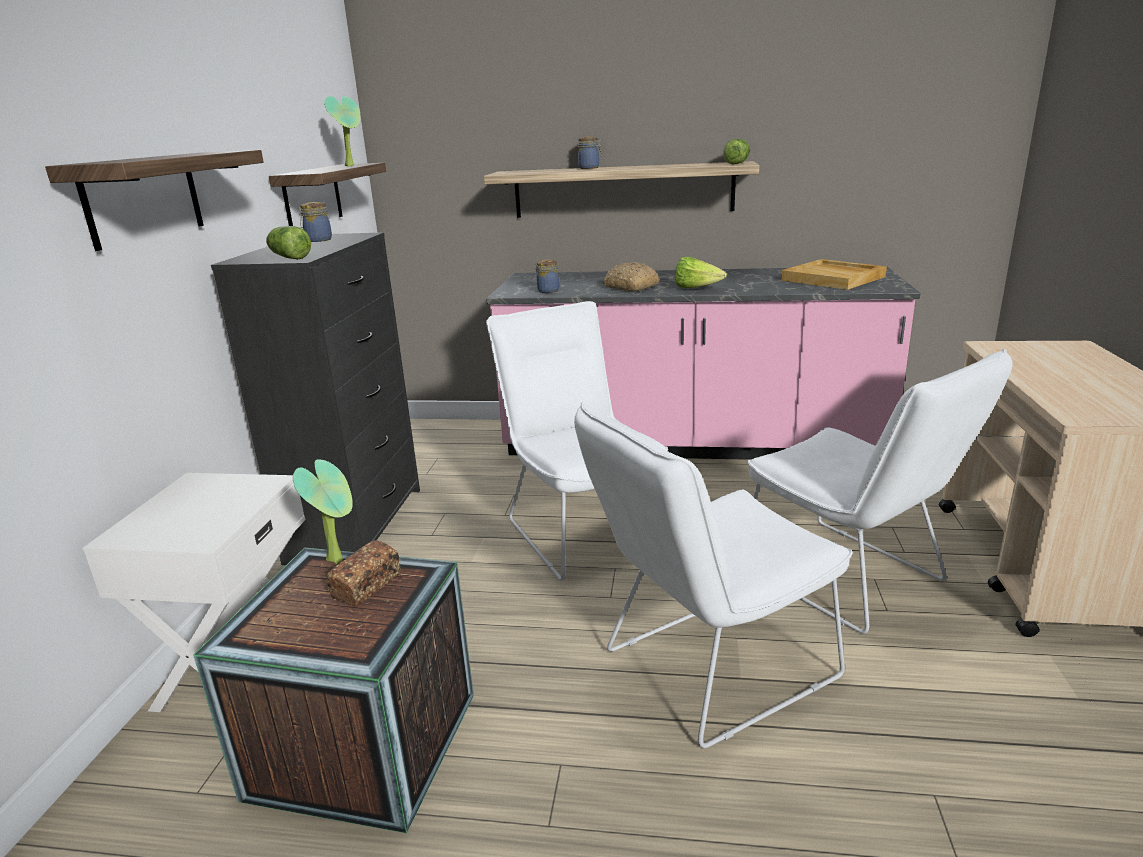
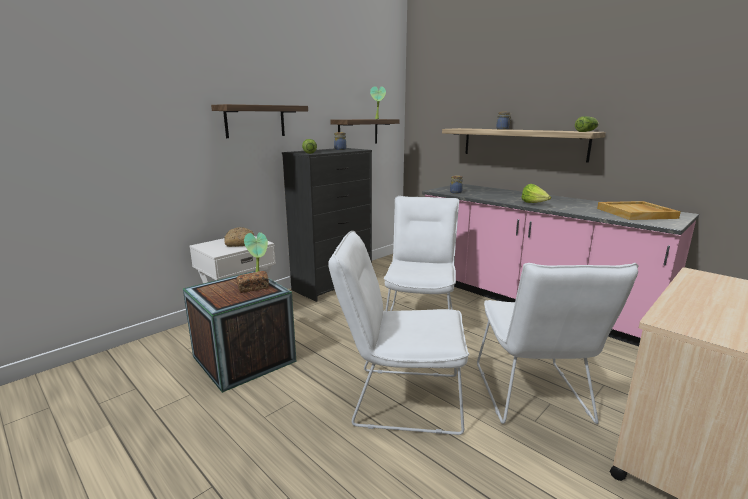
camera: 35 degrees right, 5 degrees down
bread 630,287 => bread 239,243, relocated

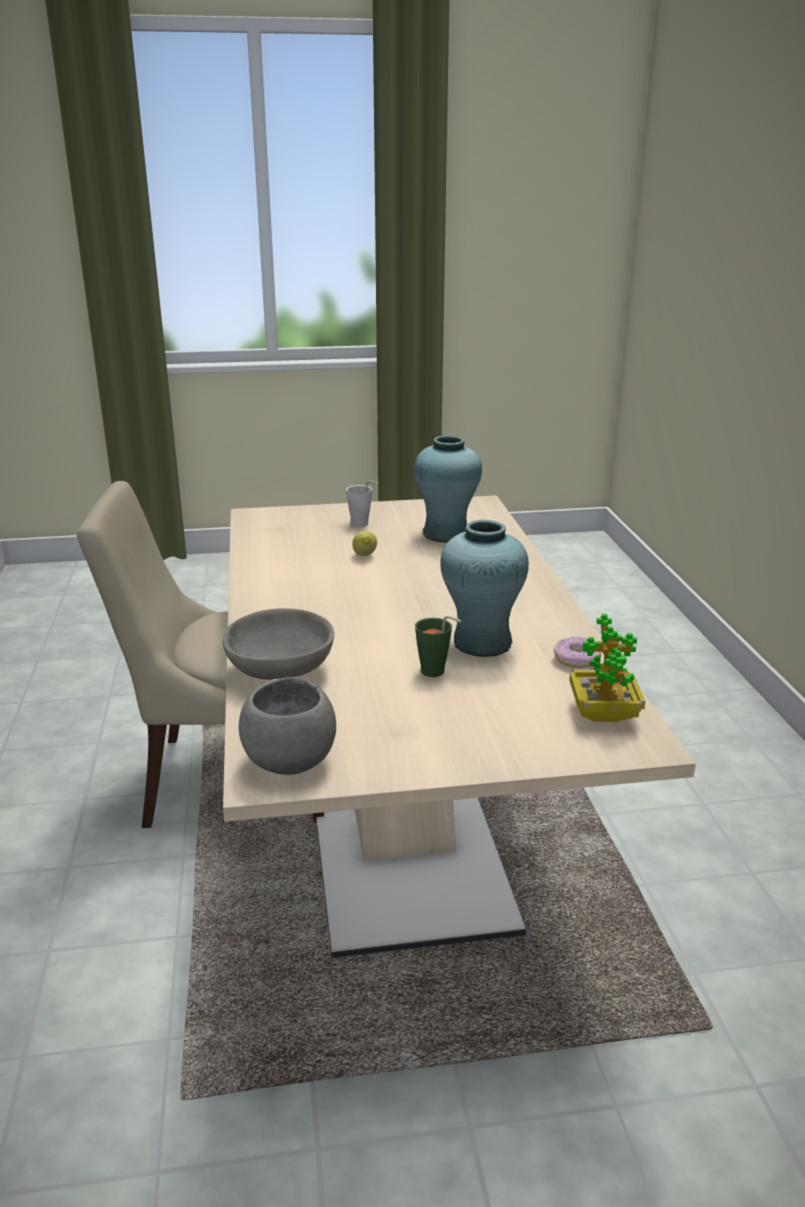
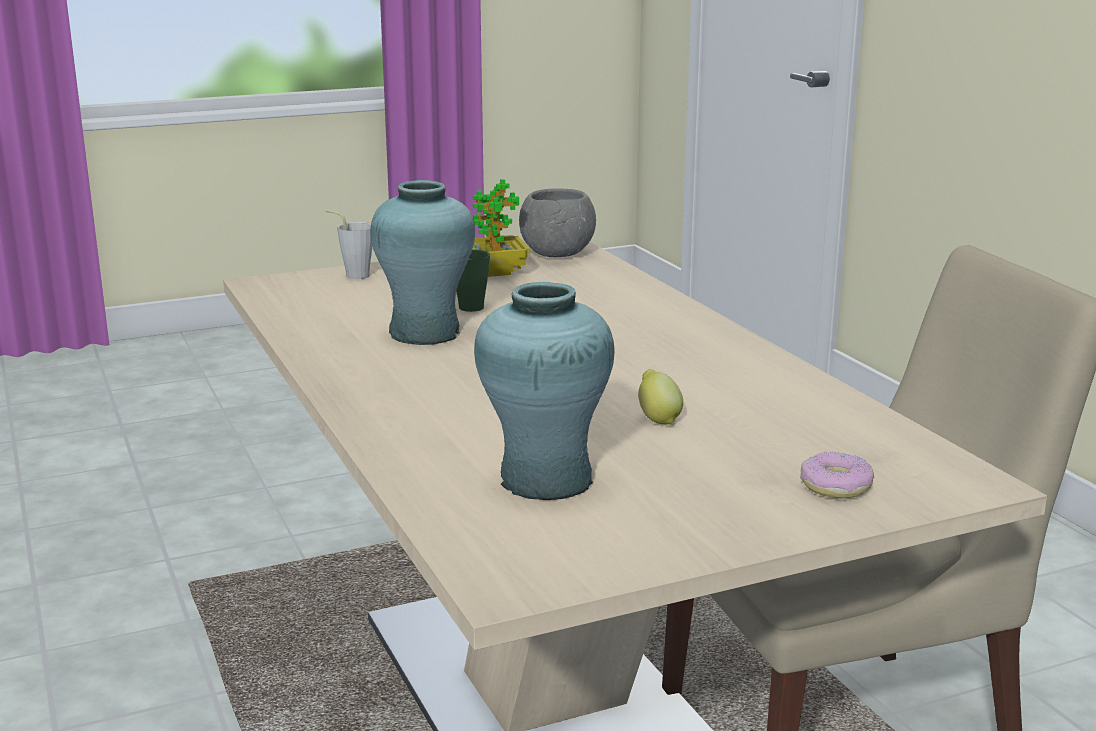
camera: 165 degrees right, 5 degrees down
bowl (grey) 279,671 => nothing
cup (grey) 362,525 => cup (grey) 353,275, relocated
donut 577,659 => donut 835,486, relocated
potted plant 603,714 => potted plant 495,272, relocated

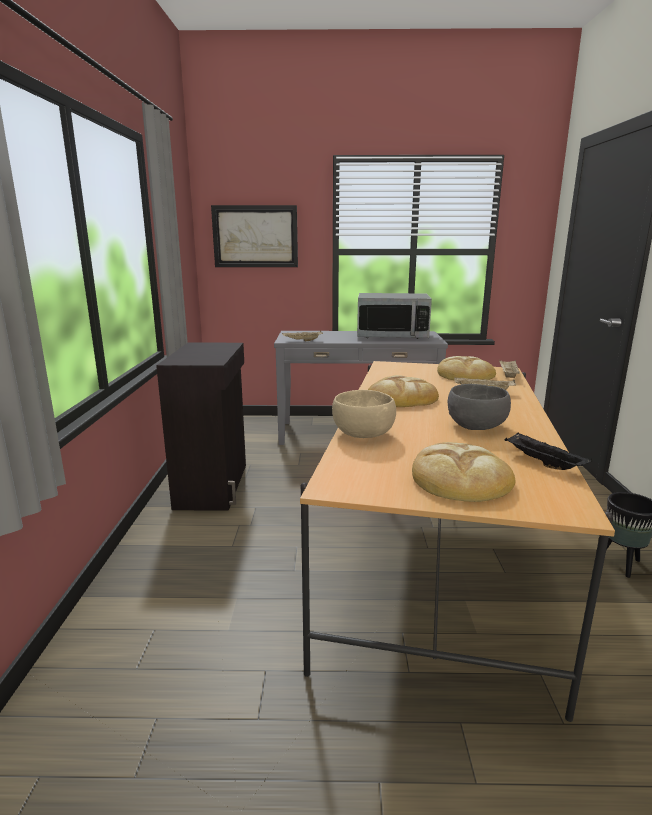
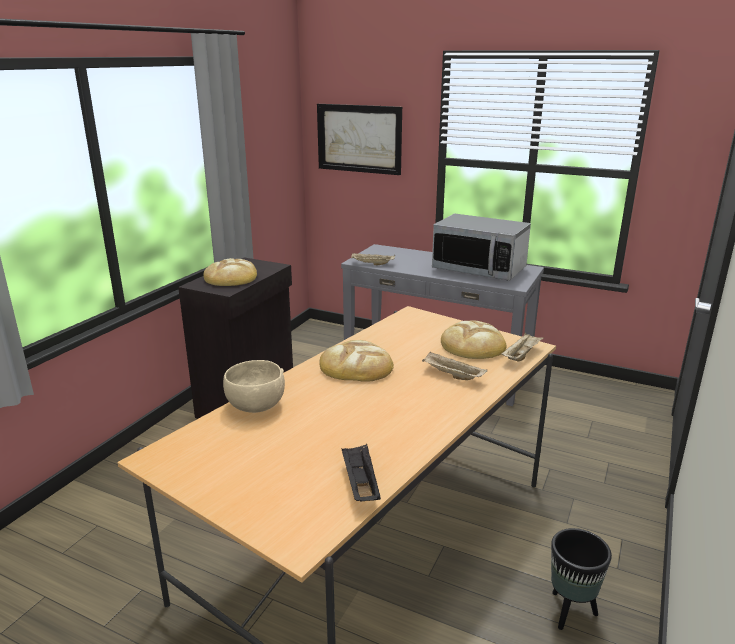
camera: 25 degrees right, 5 degrees up
bread 459,479 => bread 231,277, relocated
bowl (grey) 477,426 => nothing

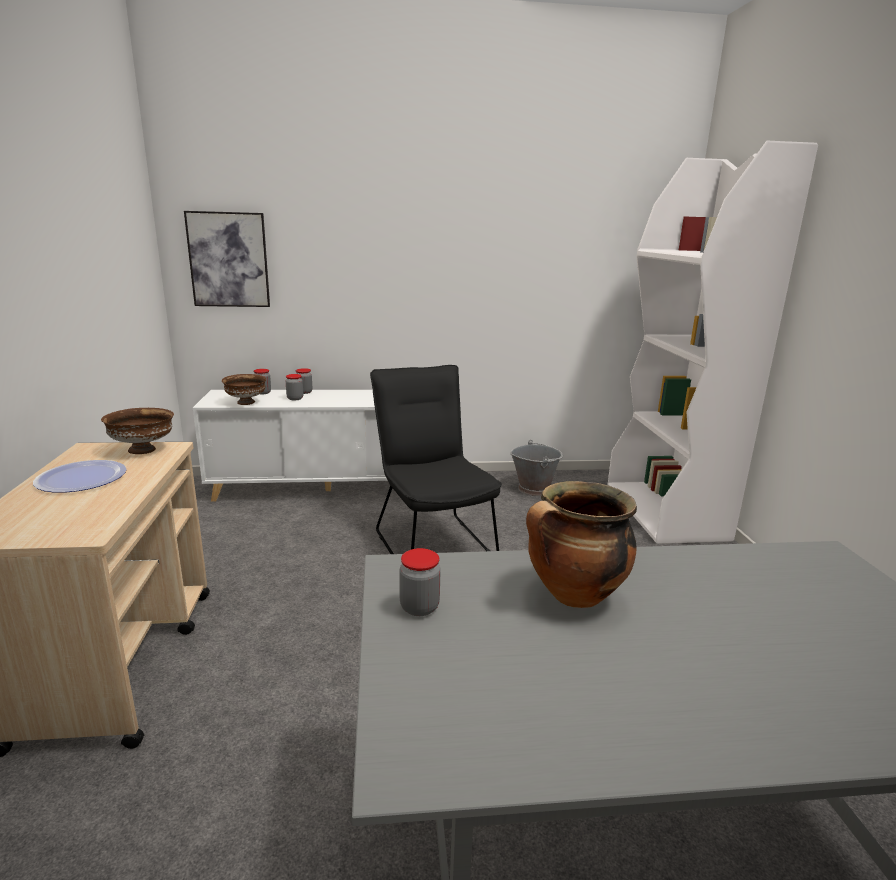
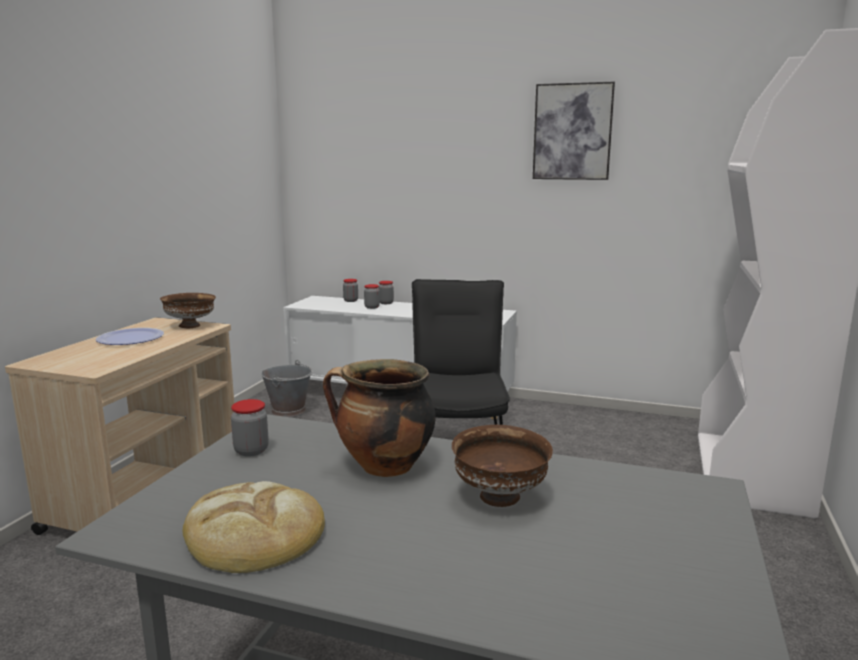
camera: 25 degrees right, 5 degrees down
picture 229,260 => picture 572,132, relocated
bowl (brown) 246,402 => bowl (brown) 501,498, relocated
bucket (grey) 534,489 => bucket (grey) 289,411, relocated
nothing => bread 254,534

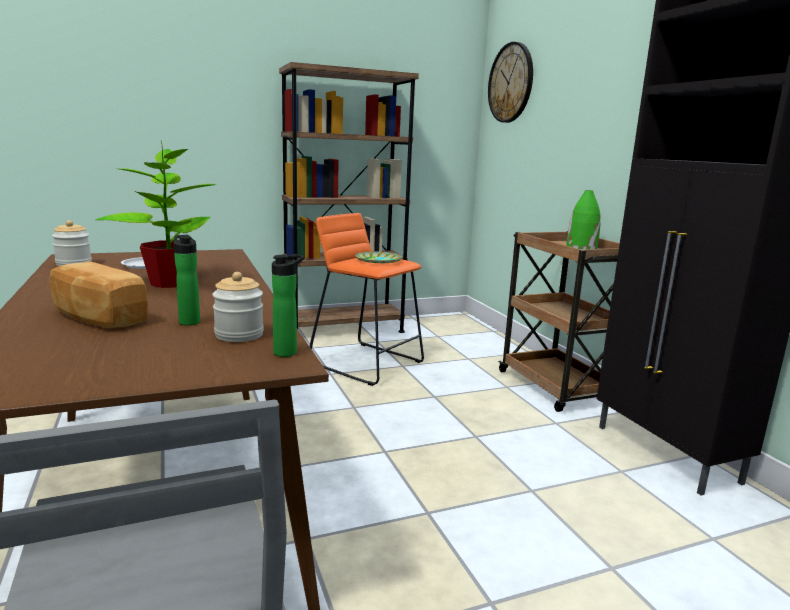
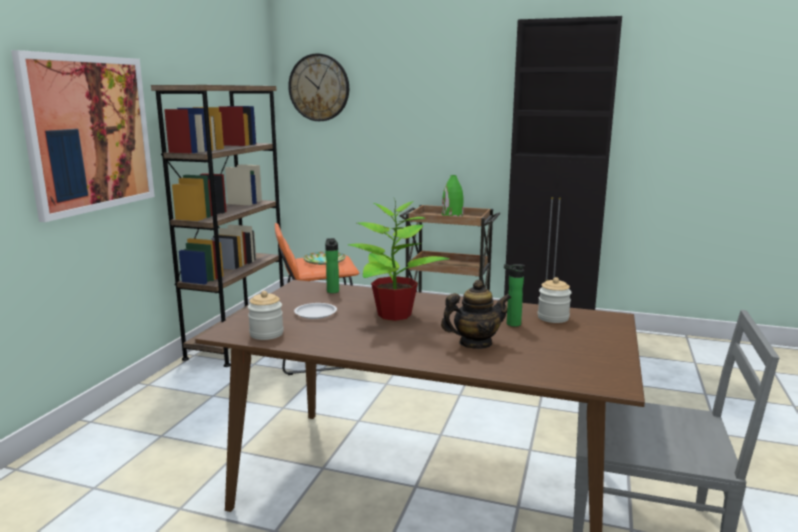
camera: 50 degrees left, 0 degrees up
bread 97,317 => teapot 475,343
bottle 288,352 => bottle 332,291, relocated
nothing => picture 90,134

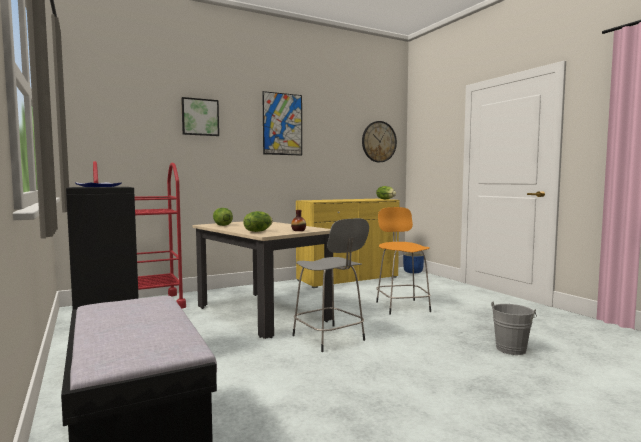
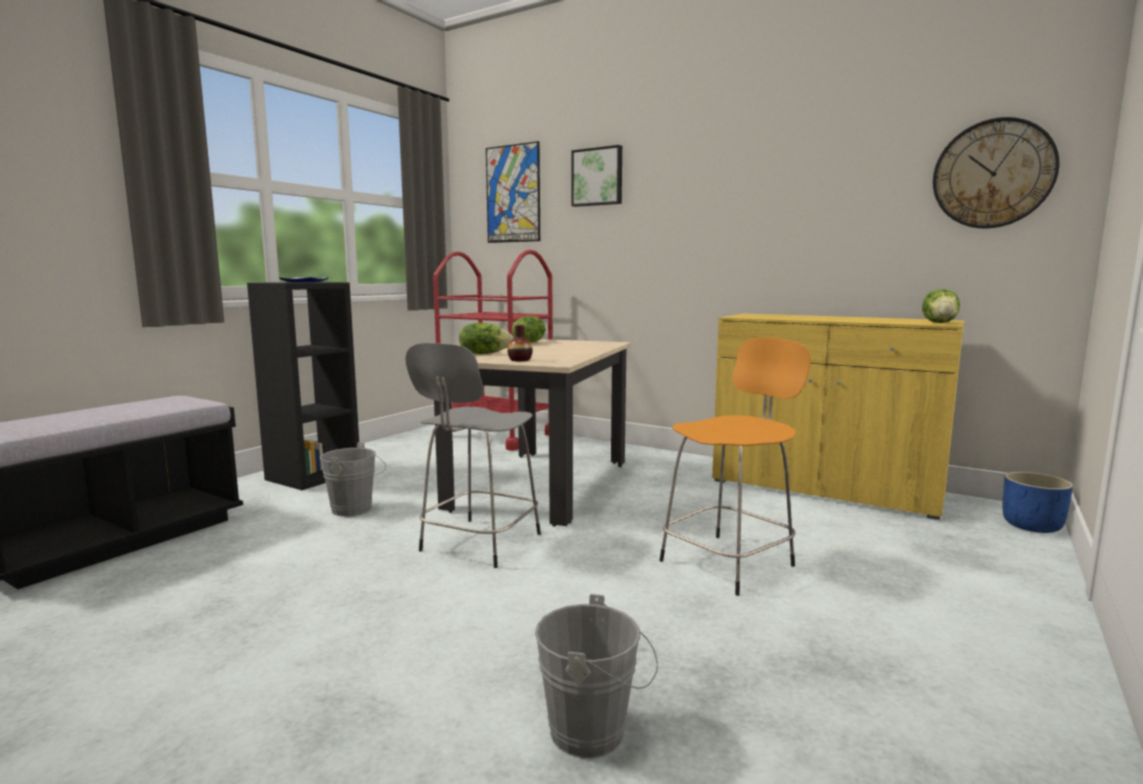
camera: 60 degrees right, 5 degrees up
picture 282,124 => picture 513,194, relocated
nothing => bucket (grey) 356,509

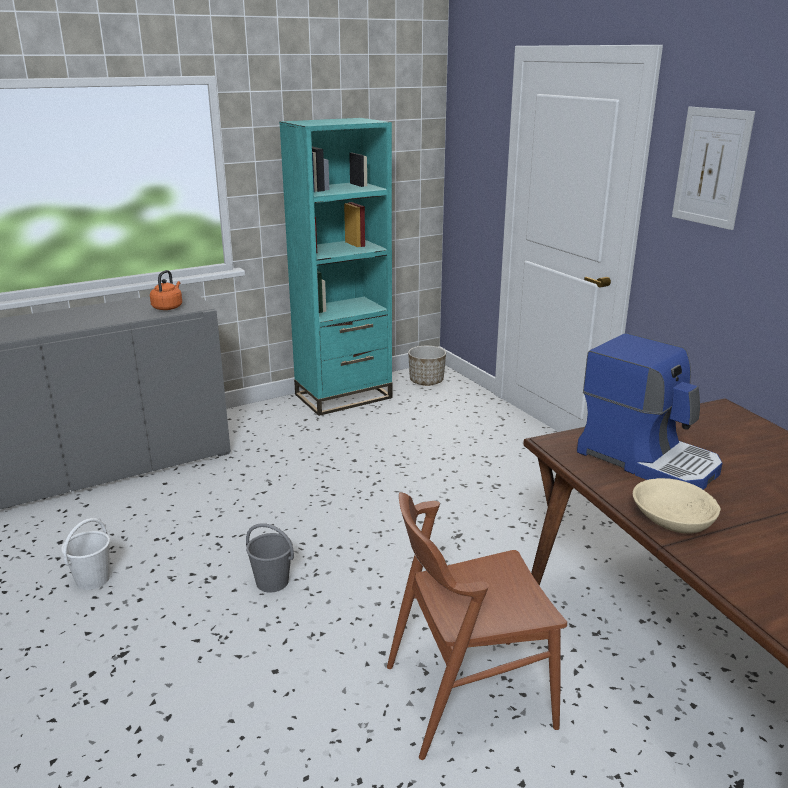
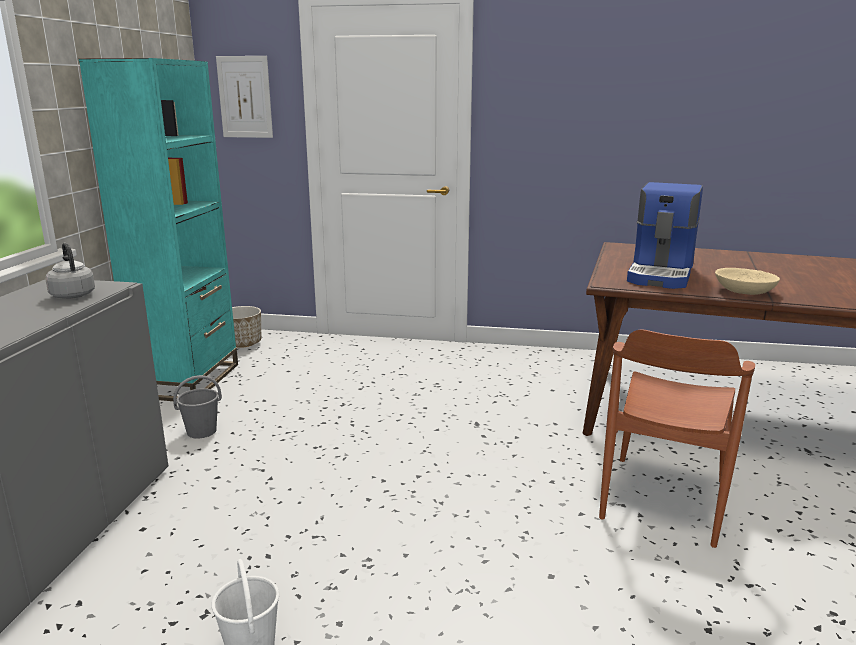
camera: 50 degrees left, 5 degrees down
kettle (orange) 168,307 => kettle (grey) 72,295
bucket (grey) 271,582 => bucket (grey) 201,431, relocated
coffee machine 648,459 => coffee machine 662,274, 120 degrees clockwise
picture 711,167 => picture 245,97, relocated

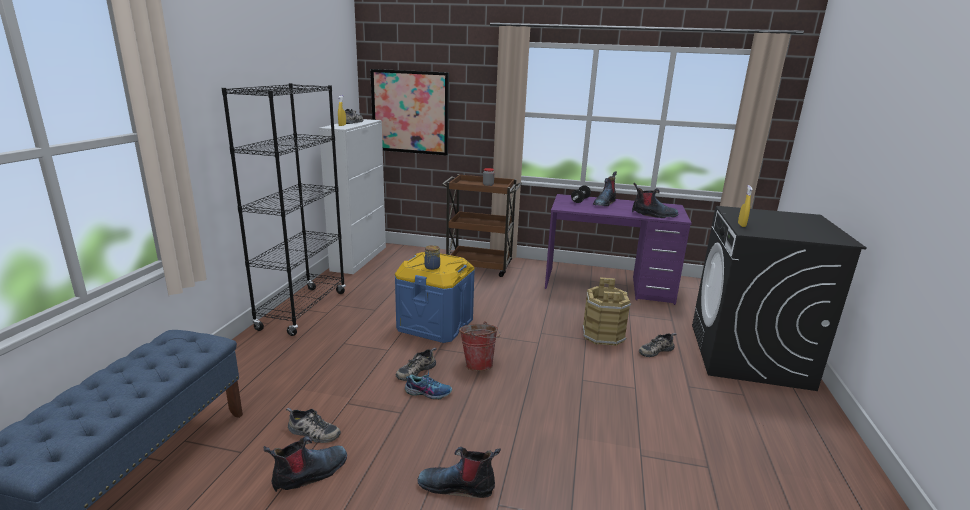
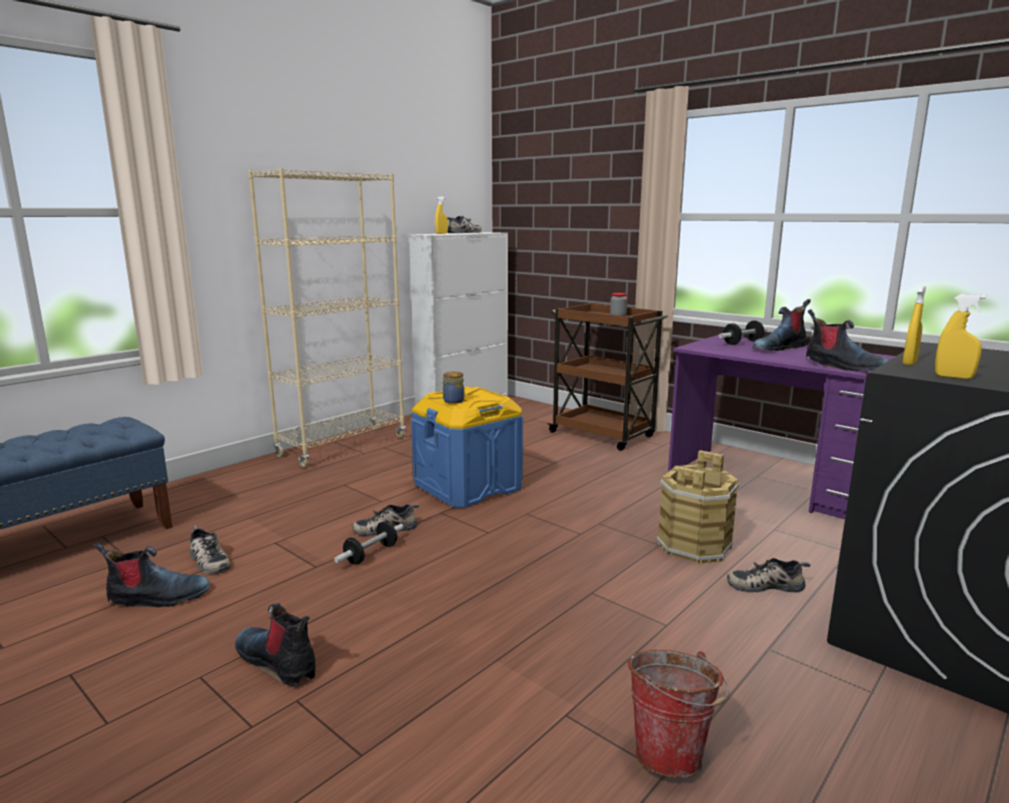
camera: 30 degrees right, 5 degrees down
bookcase (black) 303,310 => bookcase (beige) 342,447
picture 410,112 => nothing
shoe 428,392 => dumbbell 371,554
bucket 478,364 => bucket 671,752, relocated
nothing => spray bottle (yellow) 953,377

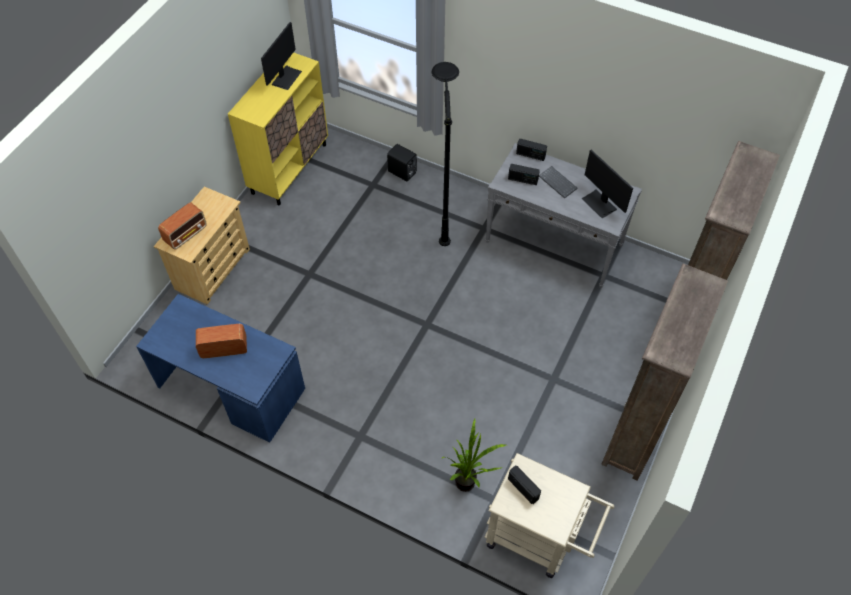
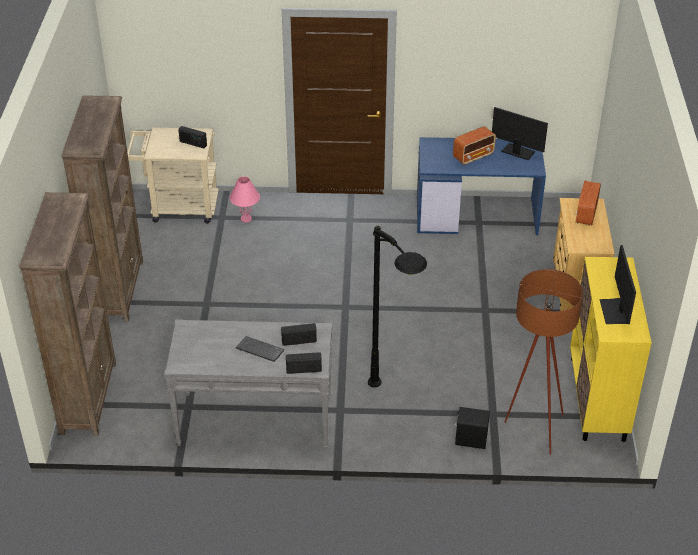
camera: 155 degrees right, 15 degrees down
potted plant 469,485 => table lamp (pink) 246,218
monitor 599,203 => monitor 517,151, relocated
nothing => floor lamp (brown) 532,428

